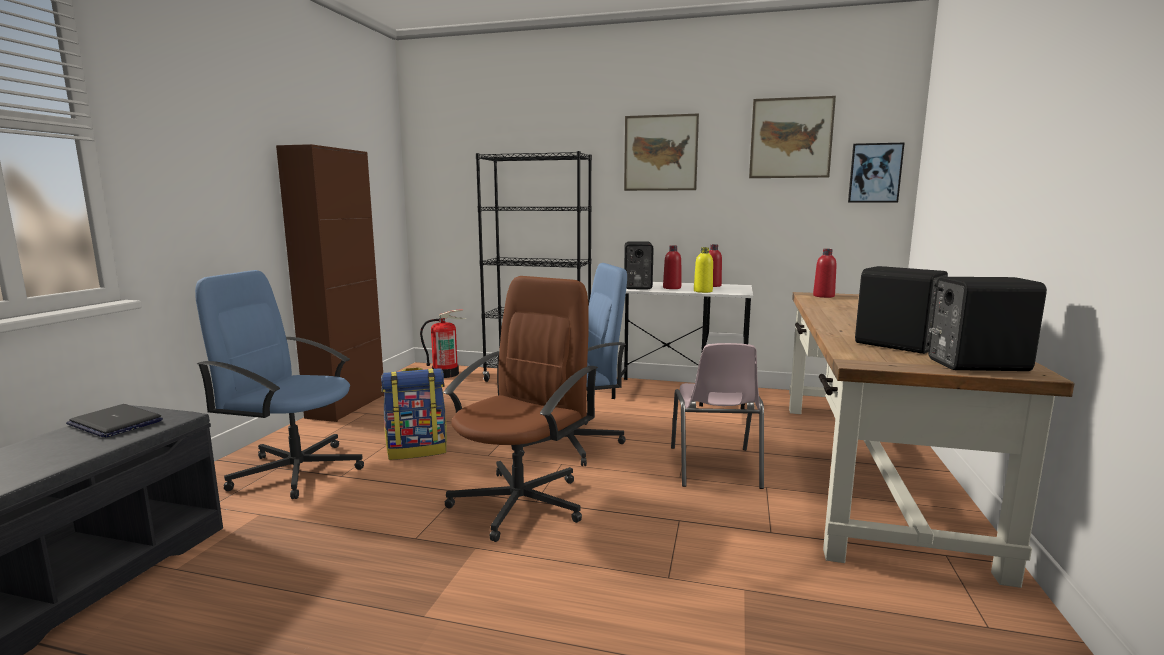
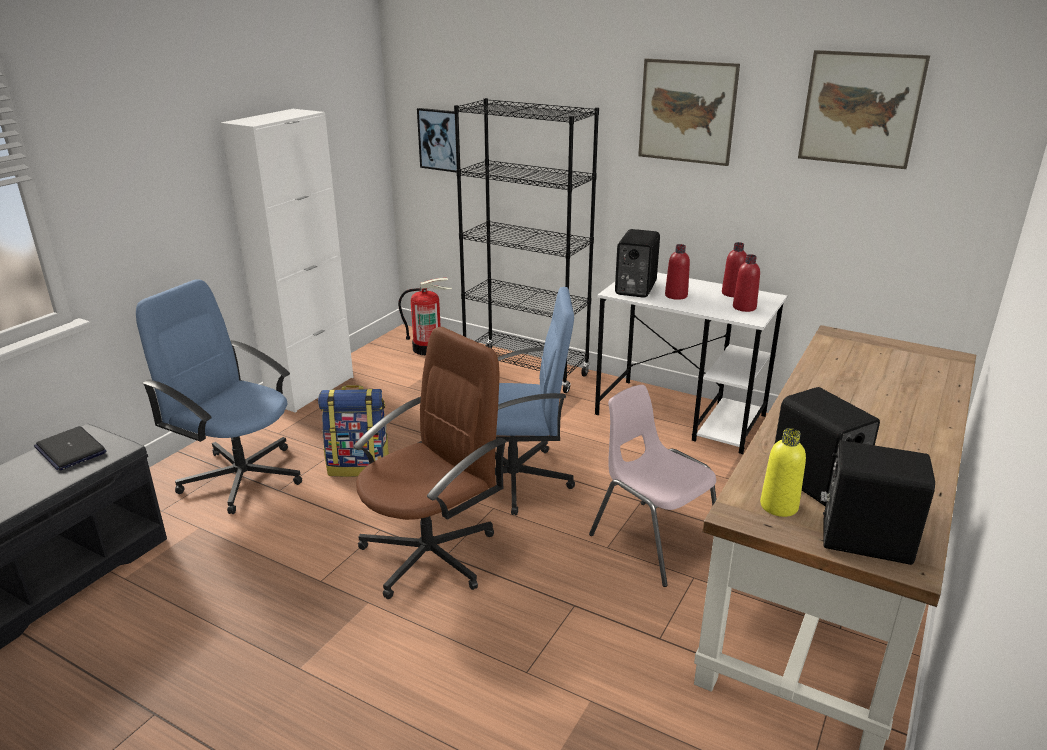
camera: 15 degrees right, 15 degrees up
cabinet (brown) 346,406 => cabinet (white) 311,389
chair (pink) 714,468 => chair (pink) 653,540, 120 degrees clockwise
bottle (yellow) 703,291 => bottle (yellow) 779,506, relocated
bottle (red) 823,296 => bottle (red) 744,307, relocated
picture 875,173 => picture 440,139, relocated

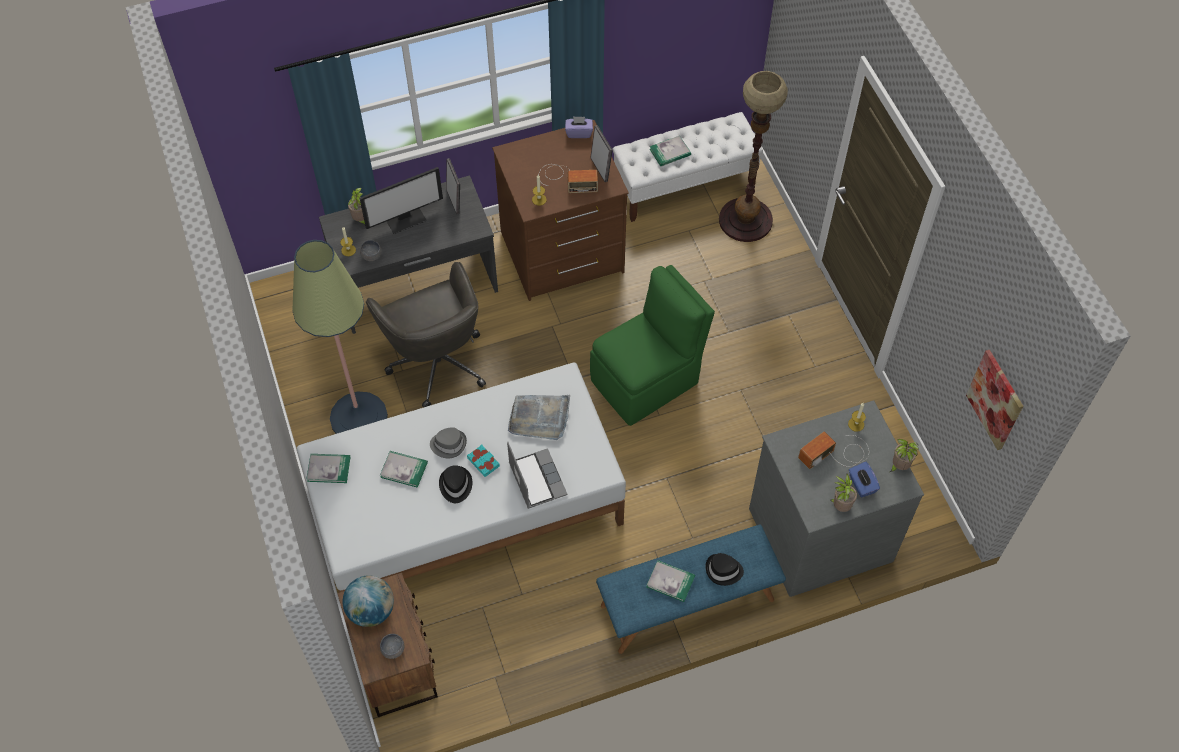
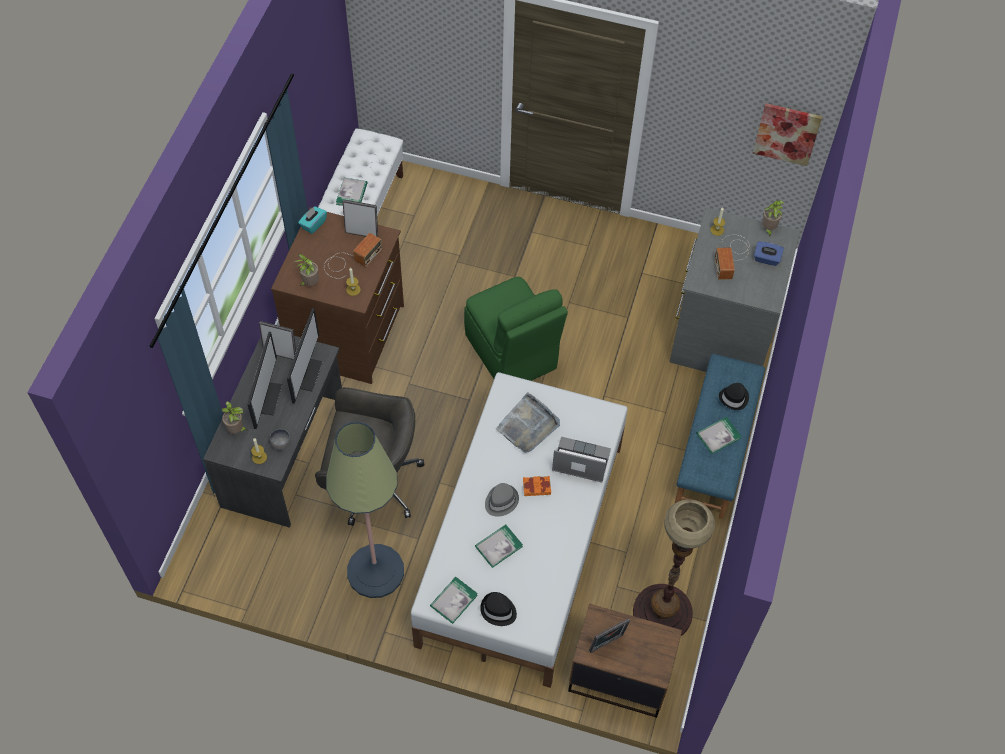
camera: 55 degrees left, 0 degrees up
globe 371,610 => picture frame 607,645
bowl (grey) 393,649 => nothing
hat (black) 455,485 => hat (black) 498,610, relocated
book (turquoise) 483,462 => book (orange) 536,487
tissue box (purple) 579,133 => tissue box (turquoise) 313,224
chair (green) 647,380 => chair (green) 511,354, 150 degrees clockwise
floor lamp 745,220 => floor lamp 663,612, relocated
potted plant 840,506 => potted plant 309,283, relocated
nothing => monitor 306,373

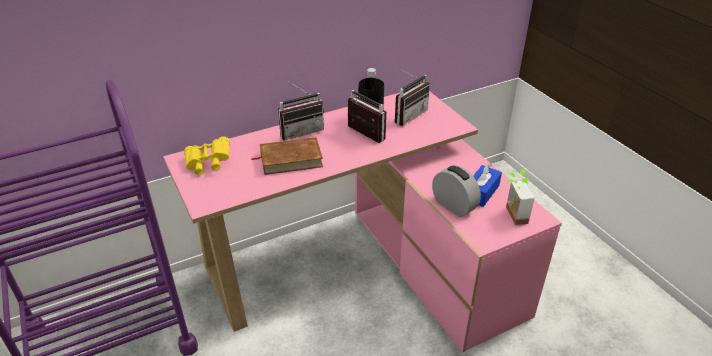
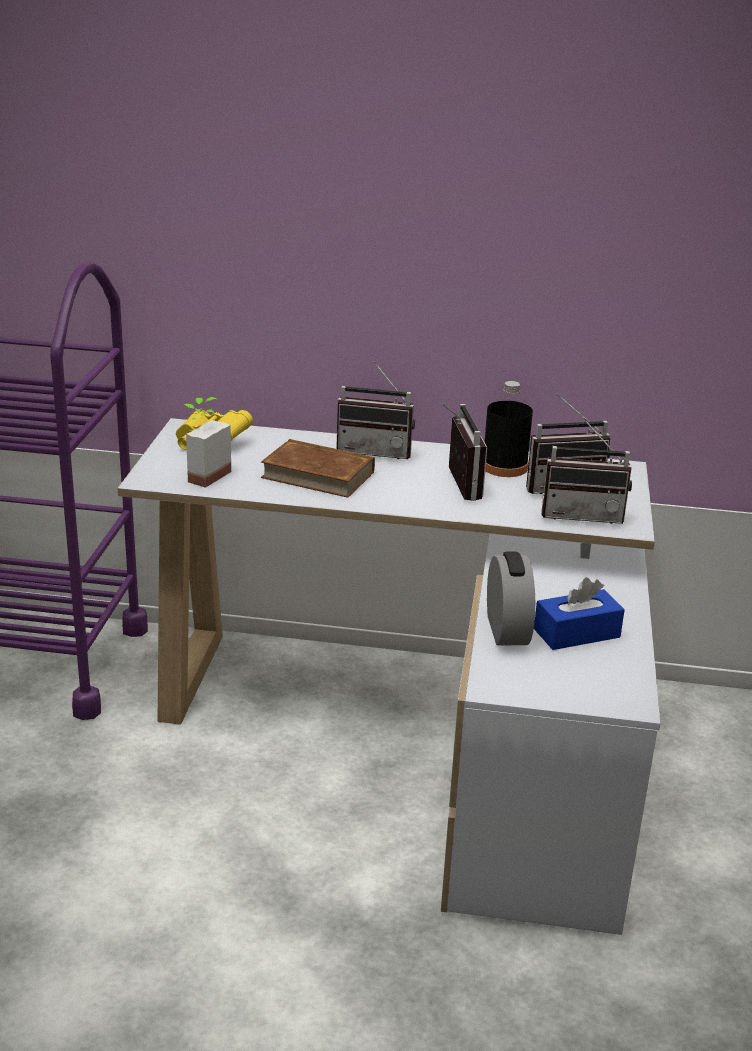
camera: 35 degrees right, 10 degrees down
desk (pink) 366,266 => desk (white) 422,736
potted plant 511,215 => potted plant 202,474, relocated
nothing => radio 582,514

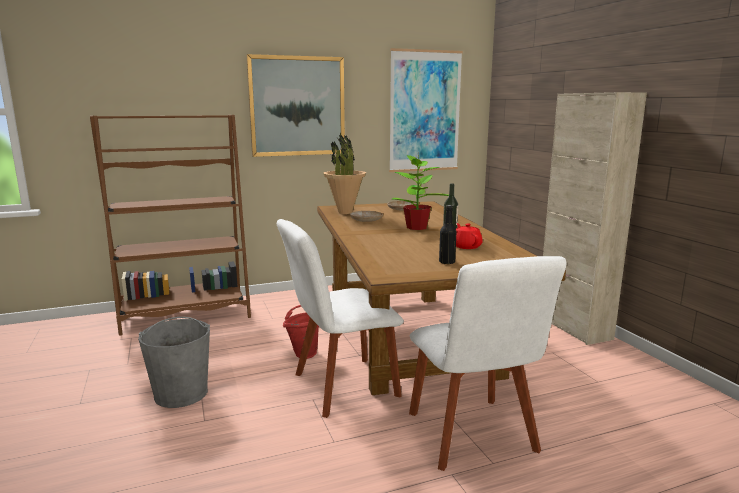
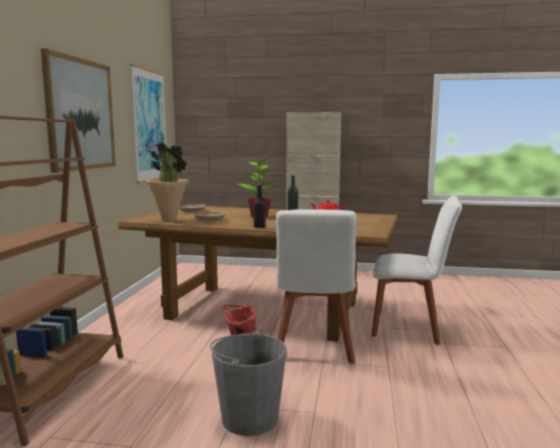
camera: 60 degrees left, 5 degrees down
bottle (black) 447,262 => bottle (black) 259,227, relocated

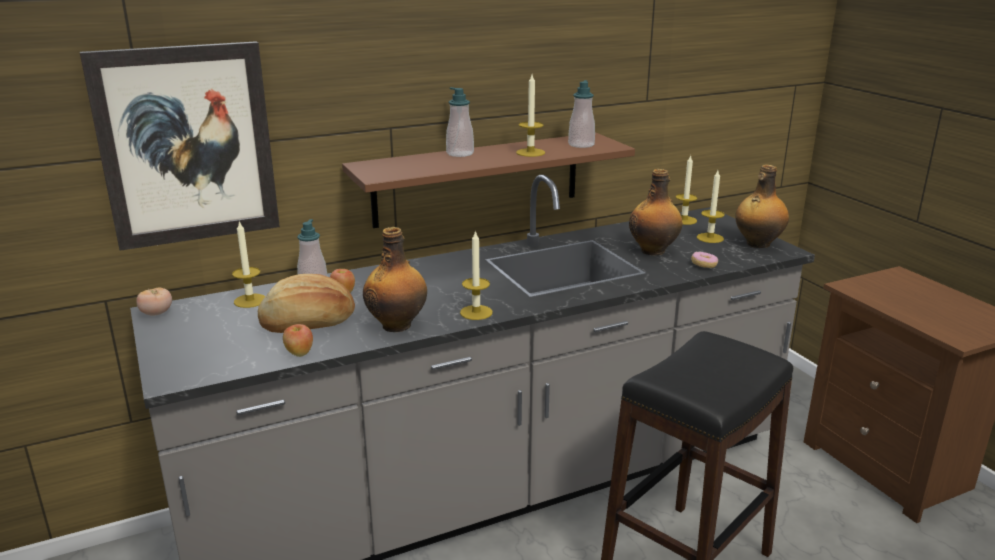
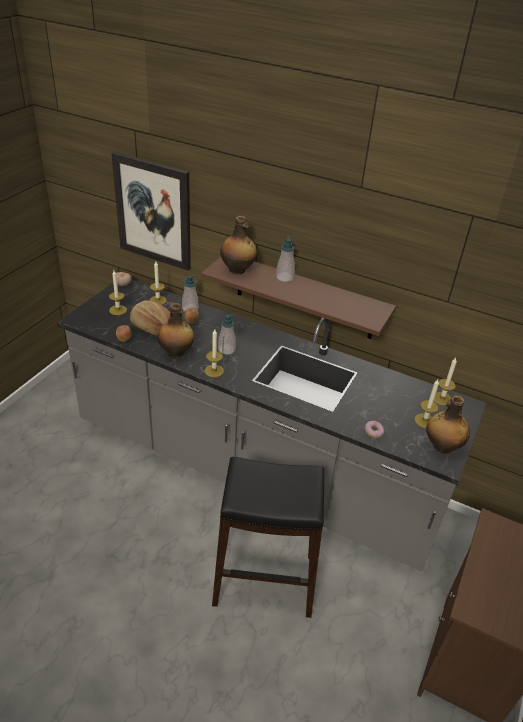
camera: 50 degrees right, 15 degrees up
candle 530,152 => candle 118,310, relocated
soap dispenser 581,145 => soap dispenser 226,349, relocated
bottle 653,251 => bottle 237,270, relocated

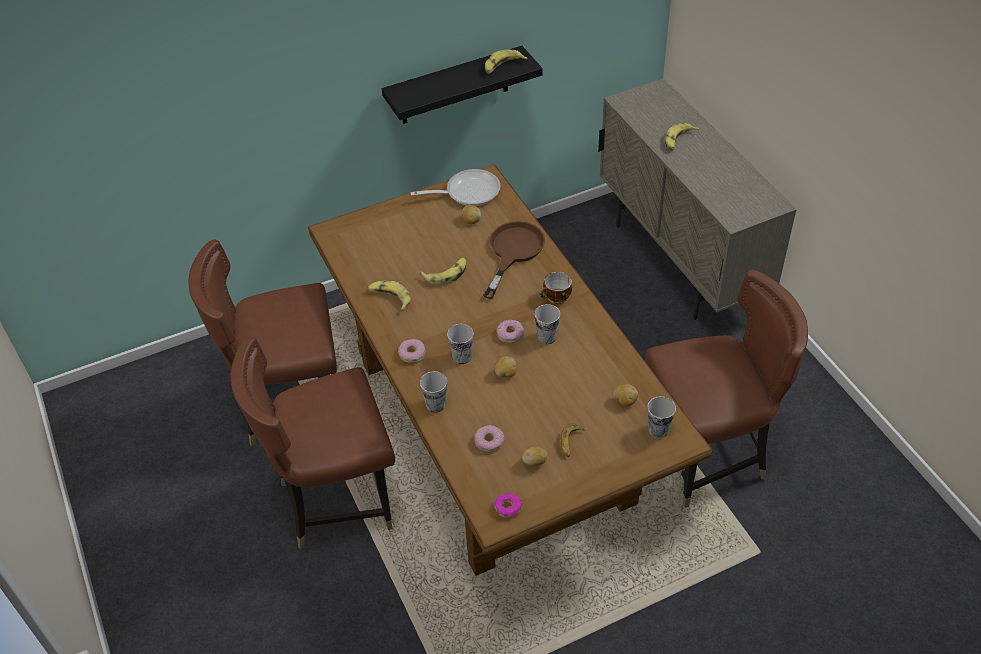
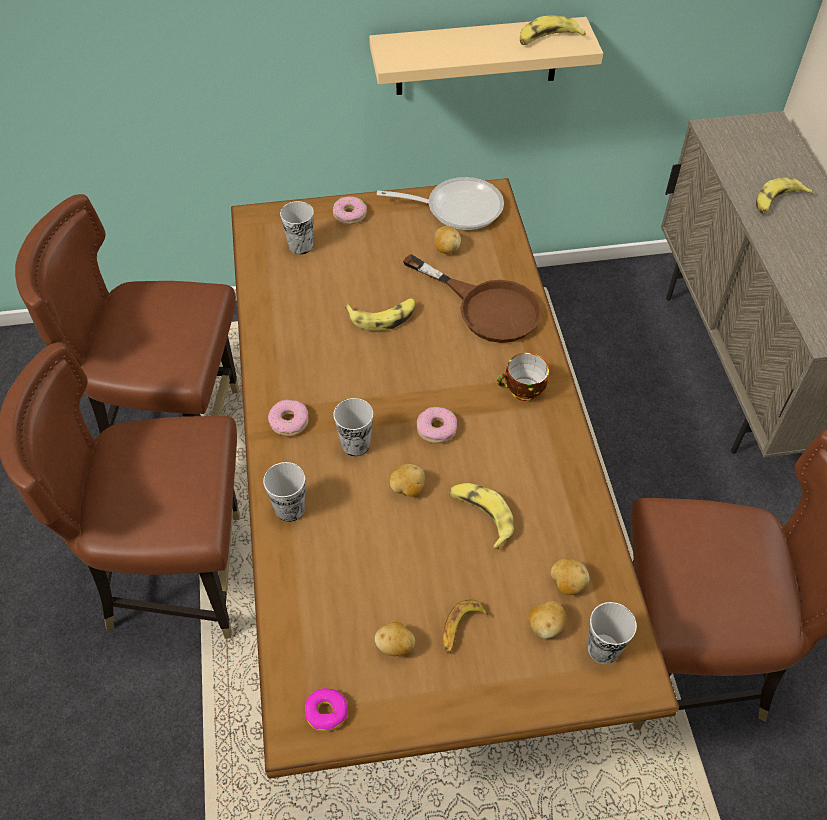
camera: 15 degrees right, 5 degrees up
banana 390,298 => banana 480,516, relocated
shelf (black) 454,86 => shelf (beige) 477,56
donut 489,441 => donut 350,214, relocated
frying pan (brown) 513,252 => frying pan (brown) 486,307, 90 degrees clockwise
cup 547,337 => cup 301,246, relocated
nothing => potato 545,626

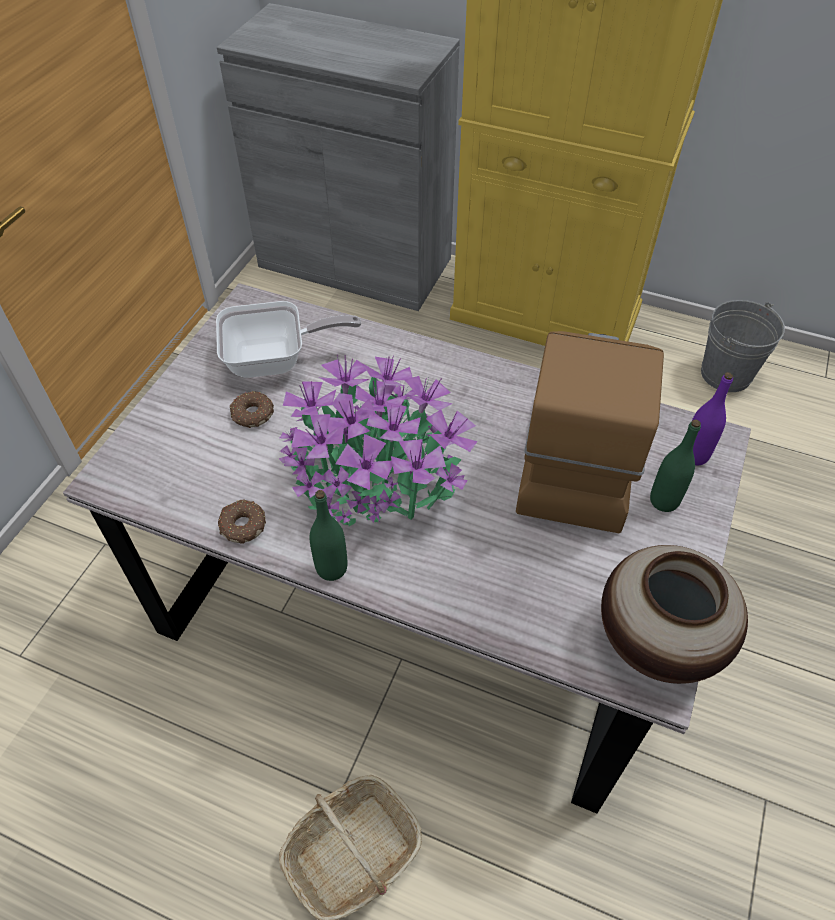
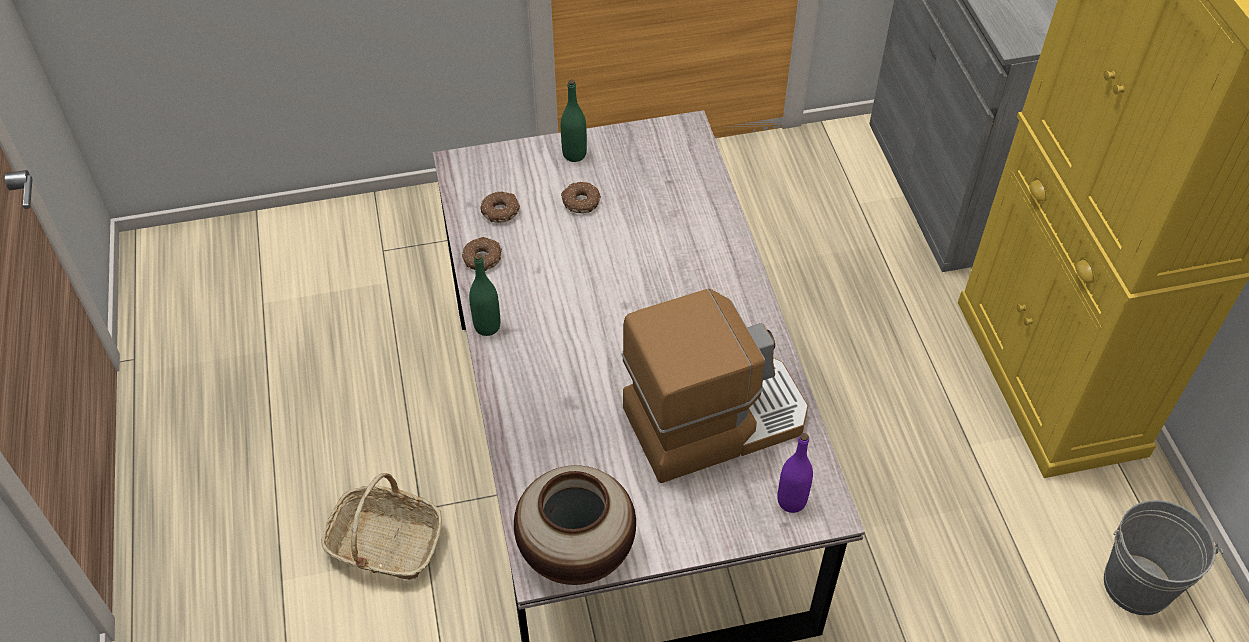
camera: 55 degrees right, 0 degrees up
frying pan 275,360 => nothing
potted plant 375,480 => nothing
bottle (green) 664,501 => bottle (green) 574,154, relocated
nothing => donut 501,211

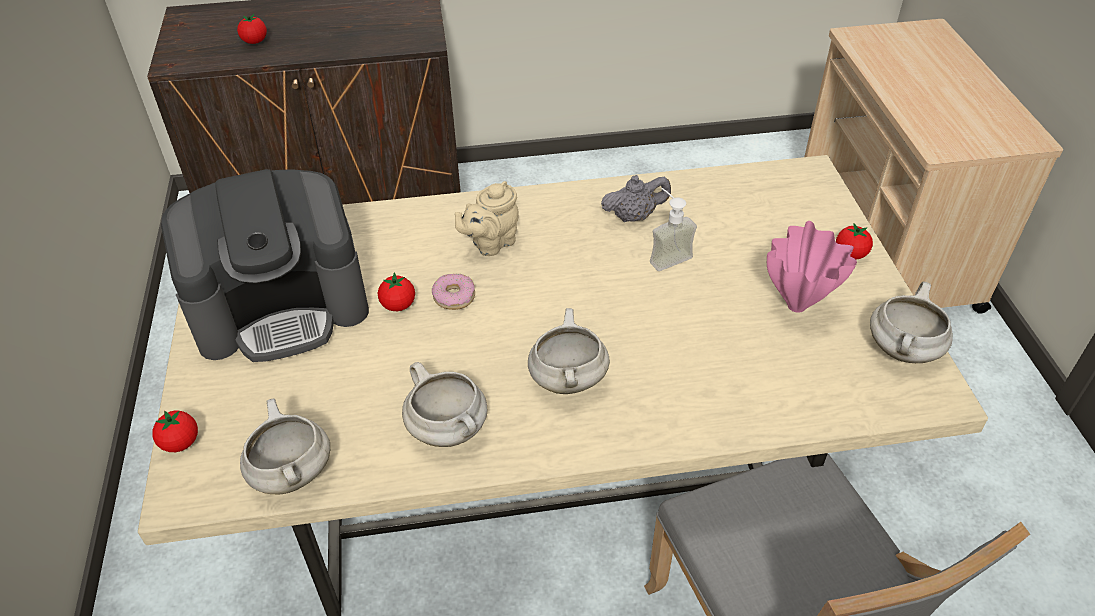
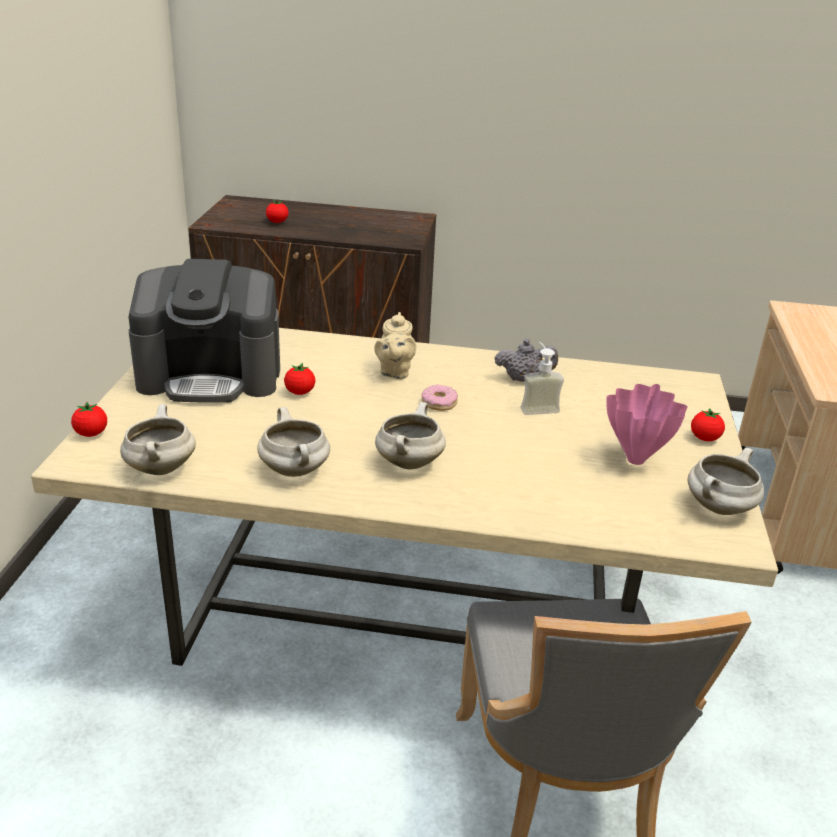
camera: 15 degrees right, 15 degrees down
donut 454,296 => donut 439,403, relocated
teapot (beige) 491,243 => teapot (beige) 394,372, 60 degrees counterclockwise

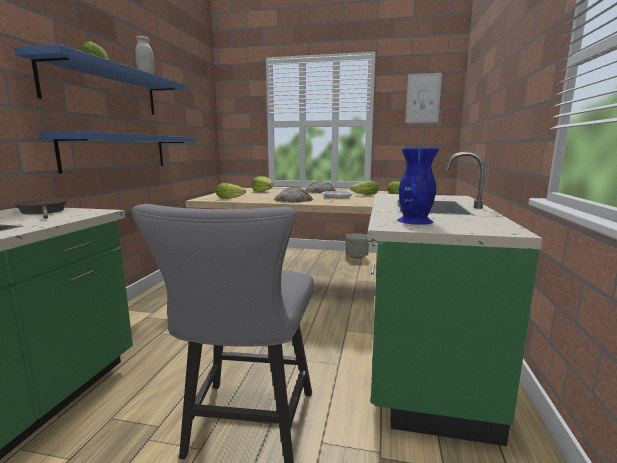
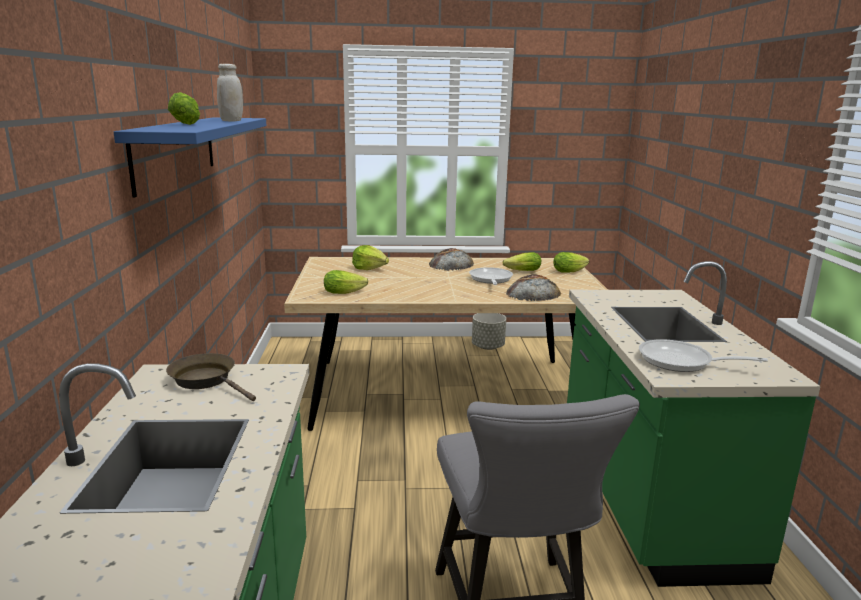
camera: 15 degrees left, 5 degrees up
shelf (blue) 118,152 => nothing
bread 293,199 => bread 533,293, relocated
vase (blue) 415,221 => frying pan 682,362
picture 423,98 => nothing

